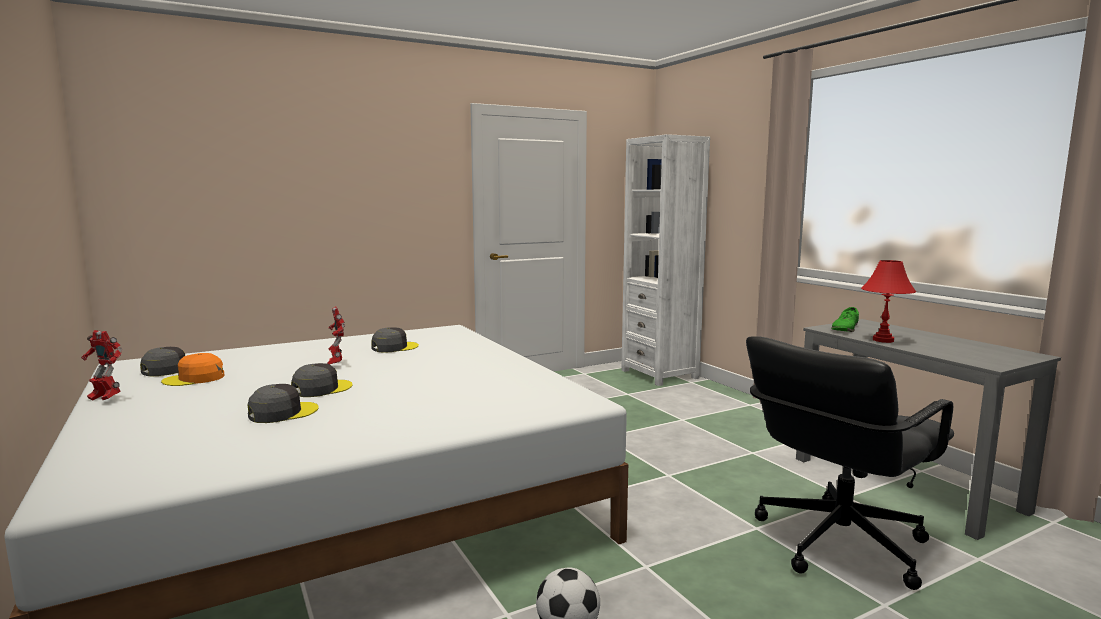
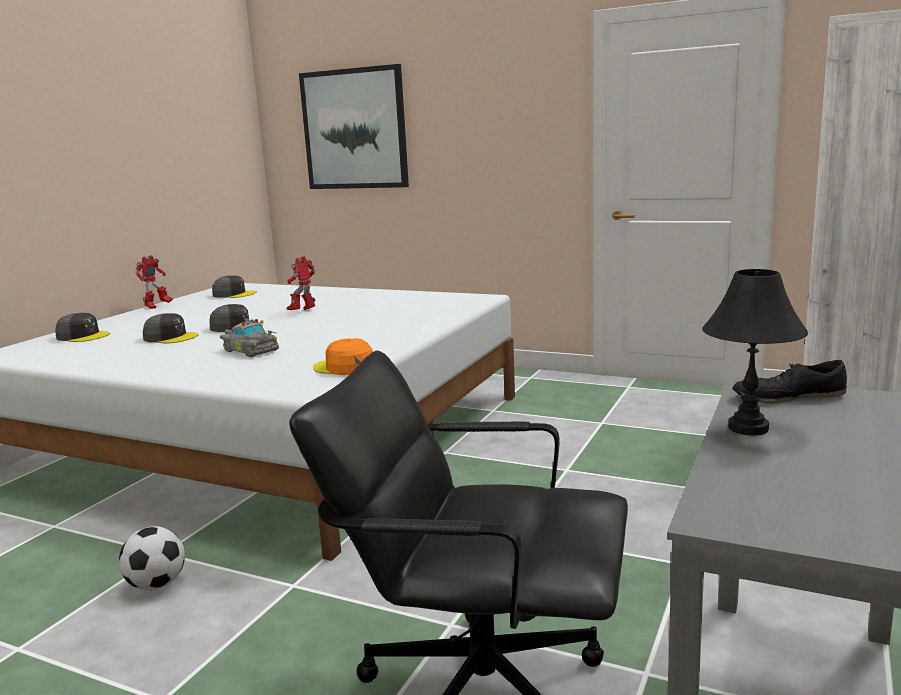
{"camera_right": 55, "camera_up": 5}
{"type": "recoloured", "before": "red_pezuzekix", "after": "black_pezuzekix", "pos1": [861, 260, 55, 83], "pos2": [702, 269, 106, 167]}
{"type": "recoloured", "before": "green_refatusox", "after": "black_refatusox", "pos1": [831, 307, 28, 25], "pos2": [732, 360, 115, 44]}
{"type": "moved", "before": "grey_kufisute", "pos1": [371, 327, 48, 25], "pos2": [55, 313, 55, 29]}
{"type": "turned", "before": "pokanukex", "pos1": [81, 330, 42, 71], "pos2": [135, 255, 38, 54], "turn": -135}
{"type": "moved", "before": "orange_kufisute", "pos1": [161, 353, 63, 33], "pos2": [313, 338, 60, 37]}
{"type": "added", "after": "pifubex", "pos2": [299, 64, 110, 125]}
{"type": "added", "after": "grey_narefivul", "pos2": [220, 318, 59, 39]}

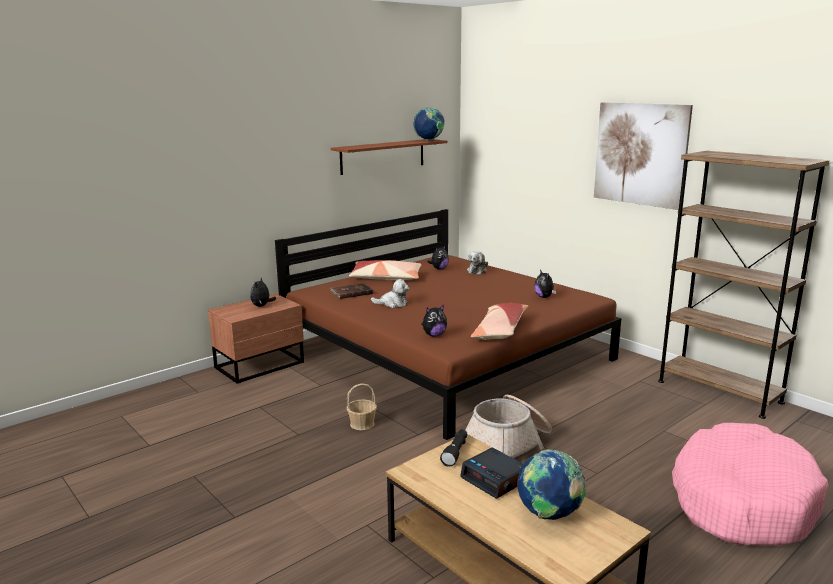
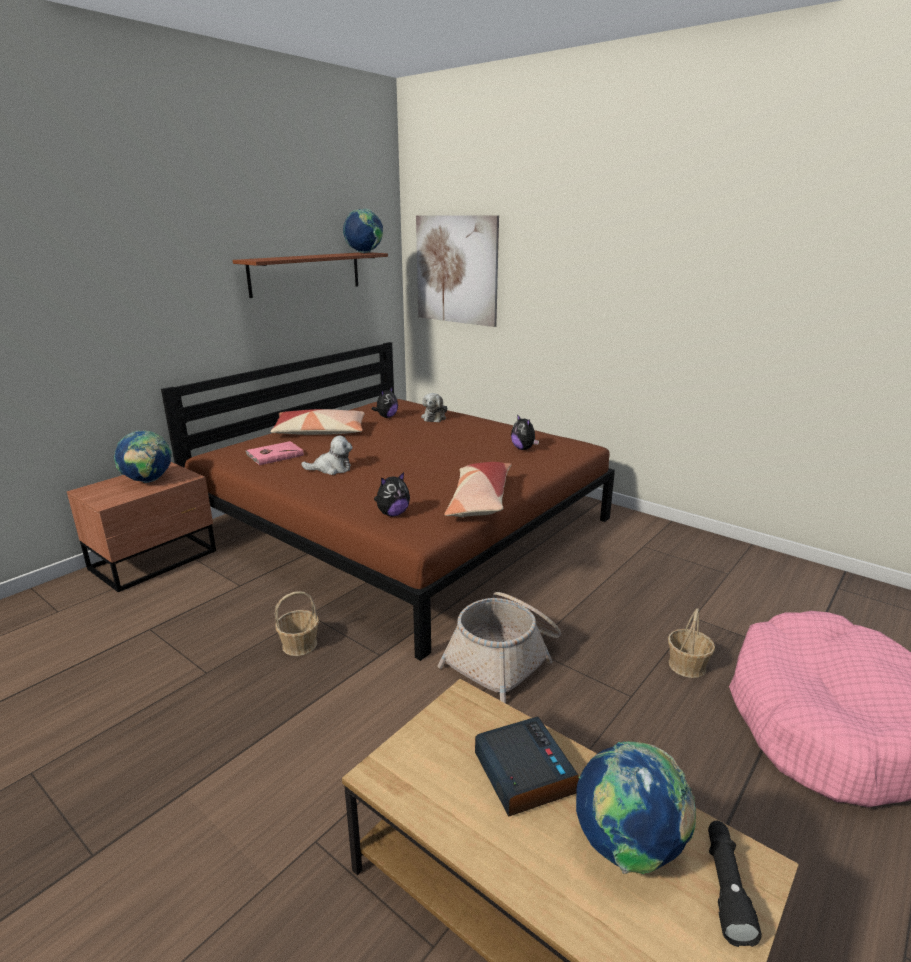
{"camera_right": -10, "camera_up": 5}
{"type": "moved", "before": "pifubex", "pos1": [594, 102, 99, 108], "pos2": [416, 215, 83, 112]}
{"type": "removed", "before": "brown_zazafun", "pos1": [658, 151, 171, 268]}
{"type": "replaced", "before": "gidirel", "after": "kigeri", "pos1": [250, 278, 26, 29], "pos2": [113, 430, 59, 53]}
{"type": "recoloured", "before": "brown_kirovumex", "after": "pink_kirovumex", "pos1": [330, 283, 43, 16], "pos2": [246, 441, 58, 24]}
{"type": "moved", "before": "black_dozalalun", "pos1": [440, 429, 28, 37], "pos2": [708, 821, 54, 126]}
{"type": "turned", "before": "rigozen", "pos1": [460, 447, 63, 52], "pos2": [475, 716, 104, 101], "turn": -150}
{"type": "added", "after": "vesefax", "pos2": [668, 608, 47, 70]}

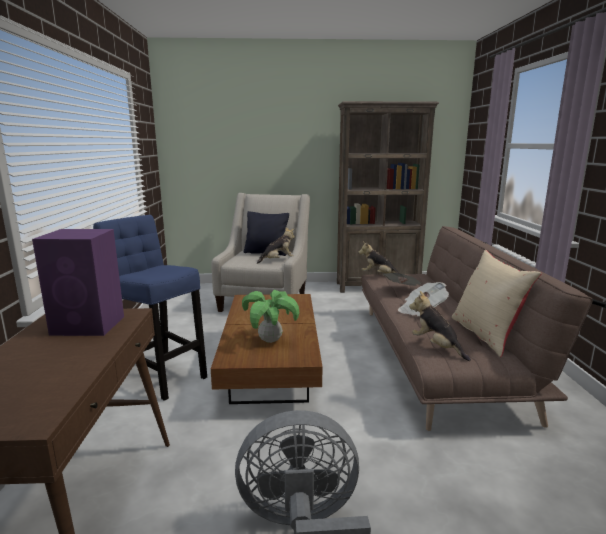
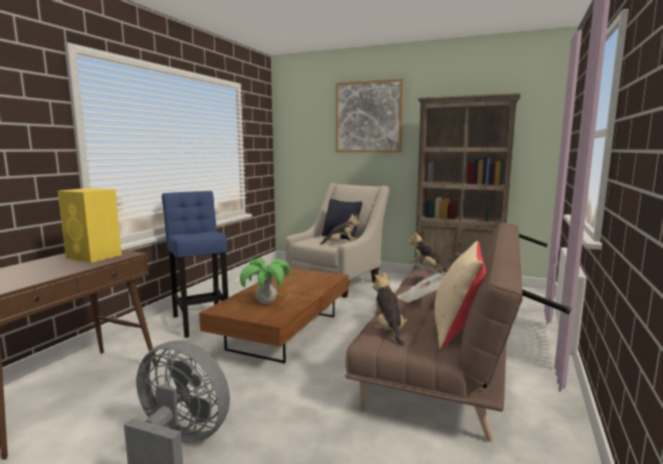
{"camera_right": 25, "camera_up": -5}
{"type": "recoloured", "before": "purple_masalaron", "after": "yellow_masalaron", "pos1": [32, 229, 92, 107], "pos2": [58, 188, 64, 75]}
{"type": "added", "after": "pifubex", "pos2": [336, 78, 68, 74]}

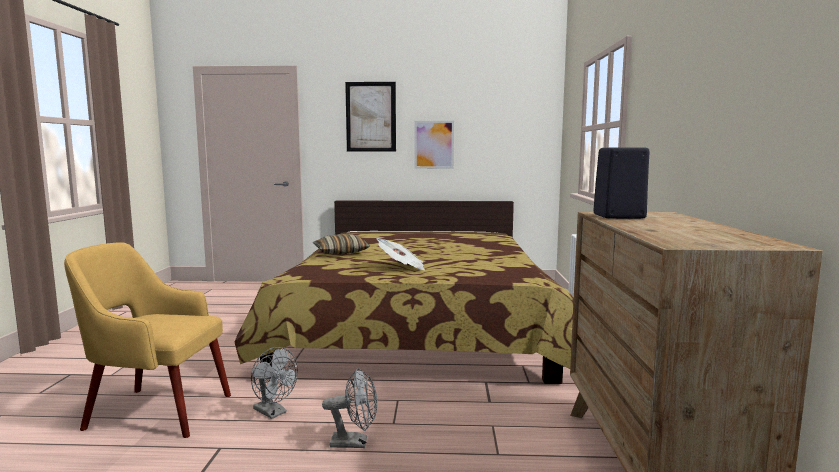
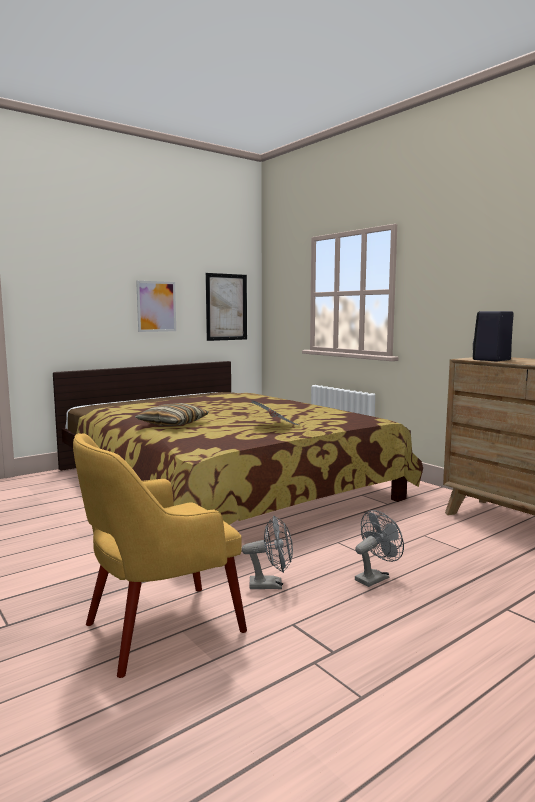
{"camera_right": -40, "camera_up": 0}
{"type": "moved", "before": "pifubex", "pos1": [345, 82, 51, 70], "pos2": [206, 273, 41, 68]}

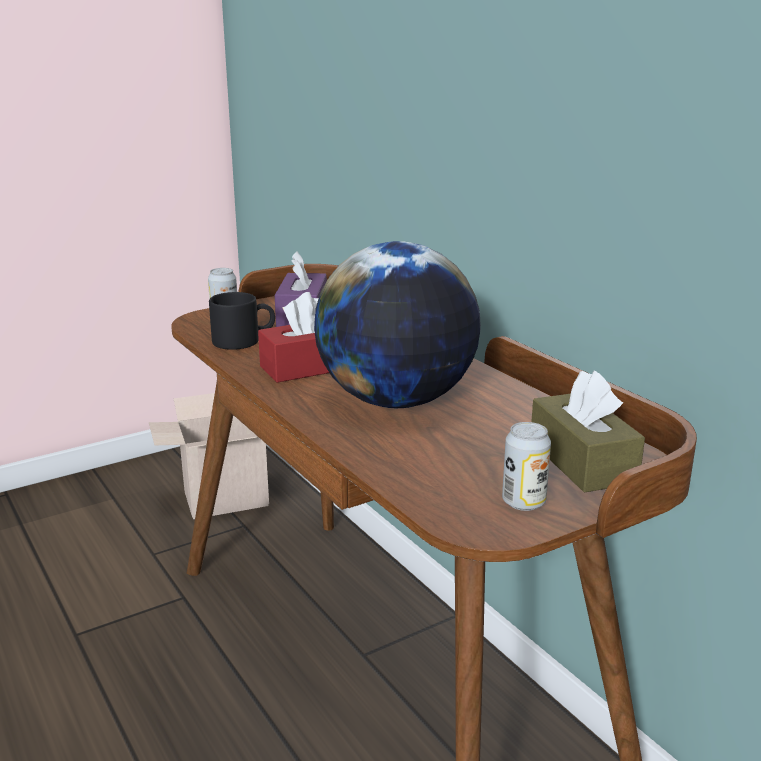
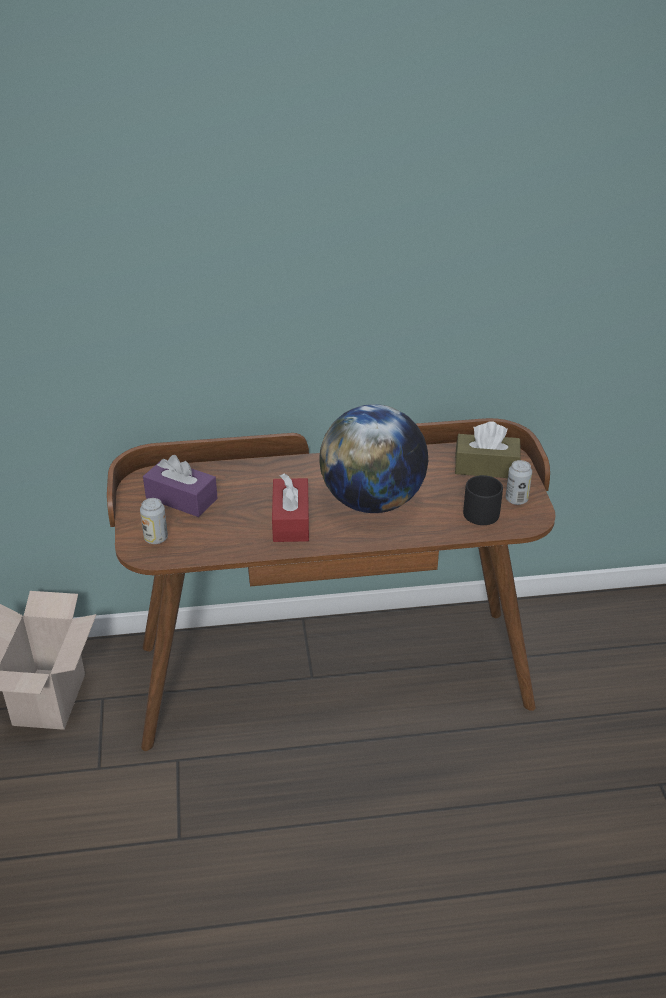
{"camera_right": -65, "camera_up": 15}
{"type": "moved", "before": "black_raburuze", "pos1": [209, 292, 66, 58], "pos2": [463, 475, 40, 50]}

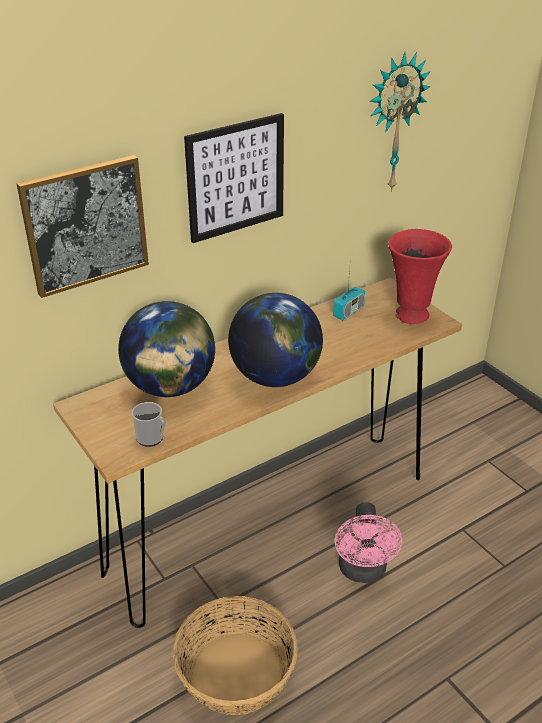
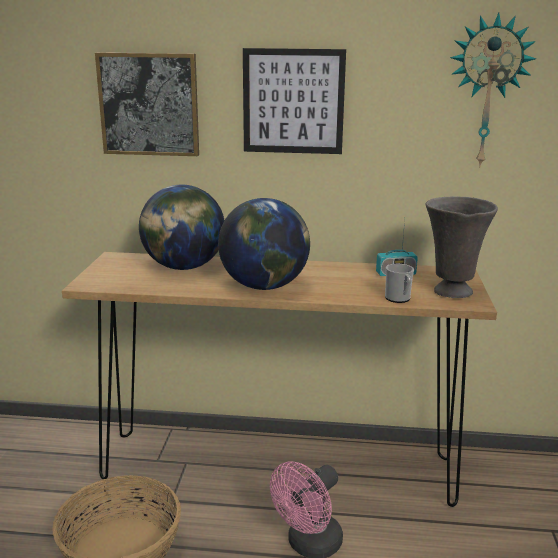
{"camera_right": 40, "camera_up": -15}
{"type": "recoloured", "before": "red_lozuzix", "after": "grey_lozuzix", "pos1": [388, 229, 64, 95], "pos2": [426, 197, 72, 101]}
{"type": "moved", "before": "raburuze", "pos1": [132, 402, 34, 45], "pos2": [385, 264, 29, 39]}

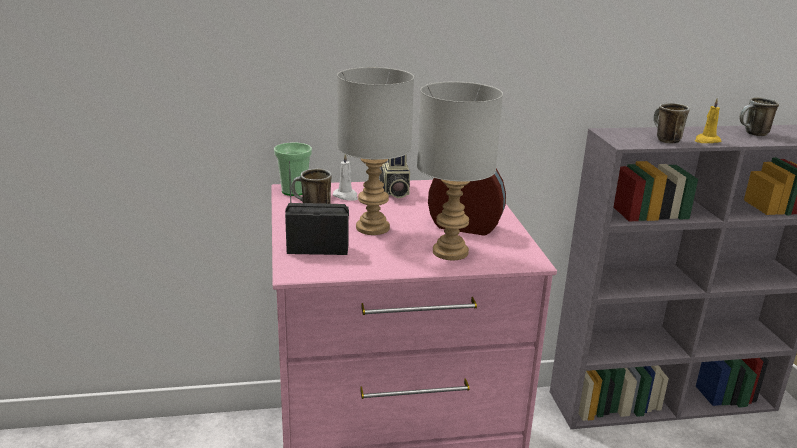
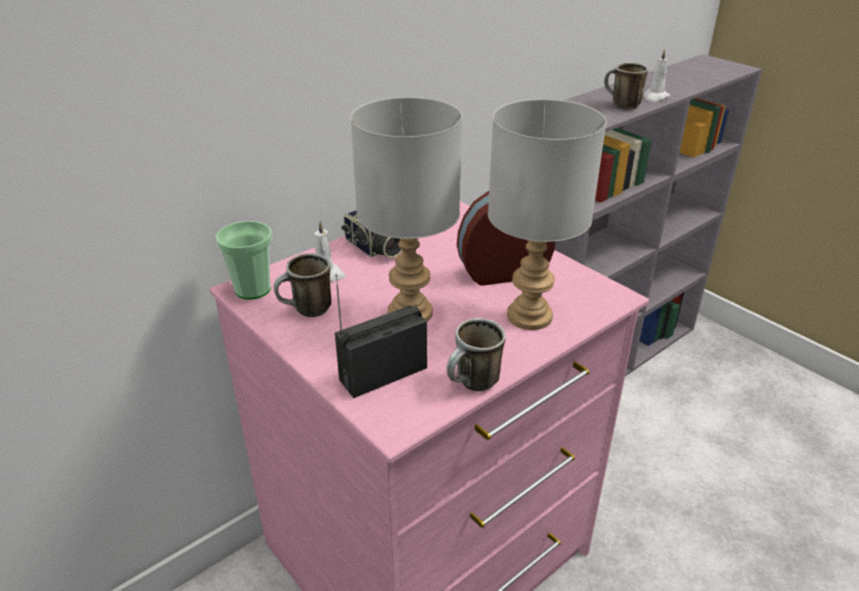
{"camera_right": -30, "camera_up": 10}
{"type": "moved", "before": "raburuze", "pos1": [740, 97, 39, 39], "pos2": [446, 318, 60, 73]}
{"type": "recoloured", "before": "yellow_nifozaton", "after": "white_nifozaton", "pos1": [695, 99, 26, 44], "pos2": [643, 49, 27, 52]}

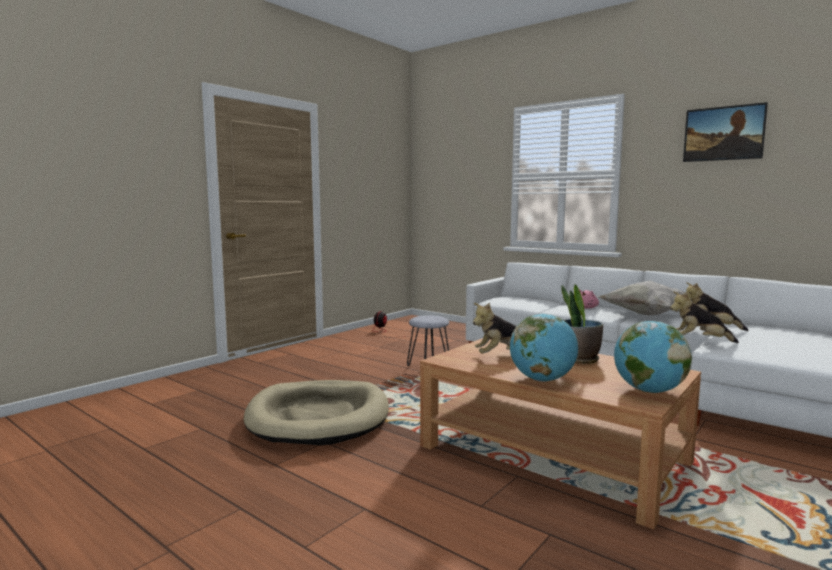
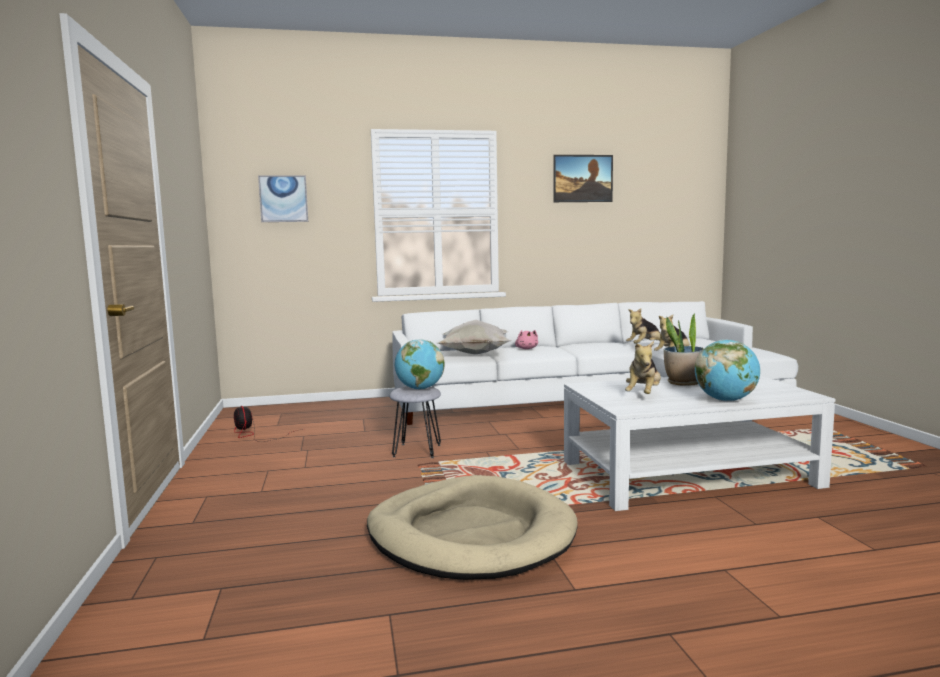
{"camera_right": -50, "camera_up": 0}
{"type": "moved", "before": "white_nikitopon", "pos1": [596, 280, 96, 36], "pos2": [438, 320, 73, 35]}
{"type": "moved", "before": "kigeri", "pos1": [614, 321, 78, 72], "pos2": [395, 339, 50, 51]}
{"type": "recoloured", "before": "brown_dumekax", "after": "white_dumekax", "pos1": [420, 338, 281, 191], "pos2": [564, 376, 271, 135]}
{"type": "added", "after": "pifubex", "pos2": [258, 175, 50, 47]}

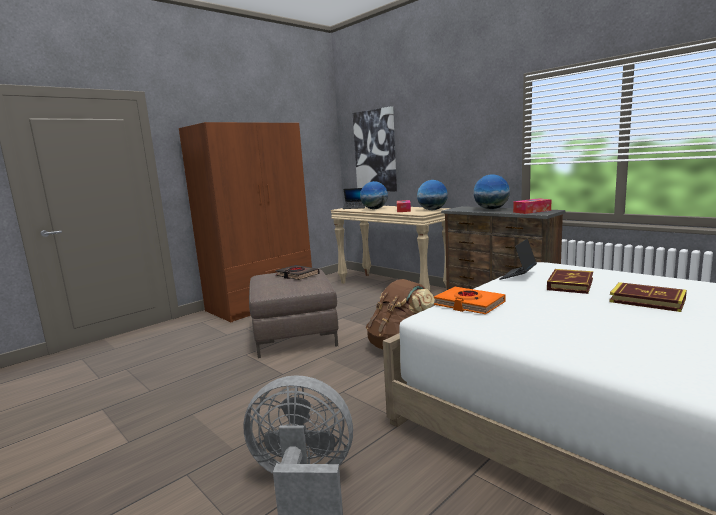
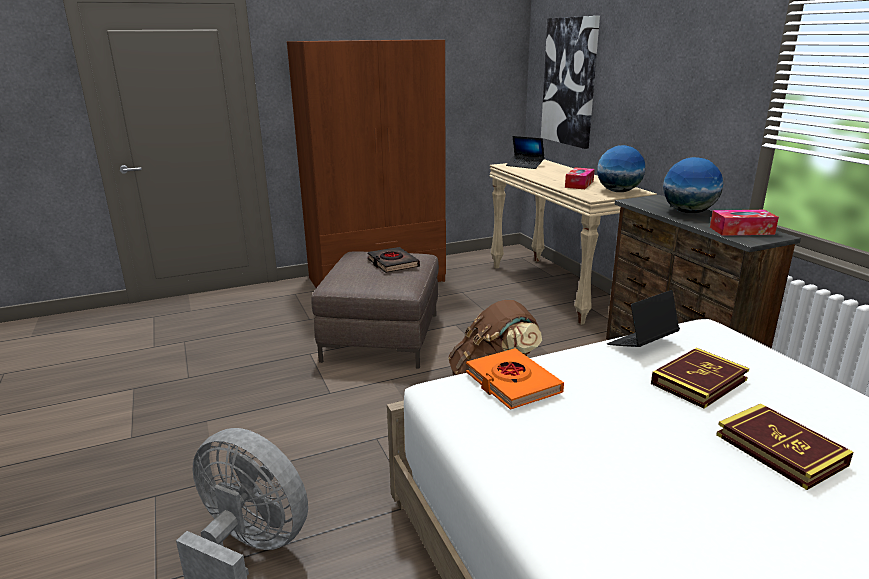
{"camera_right": 20, "camera_up": 10}
{"type": "removed", "before": "kigeri", "pos1": [360, 181, 28, 28]}

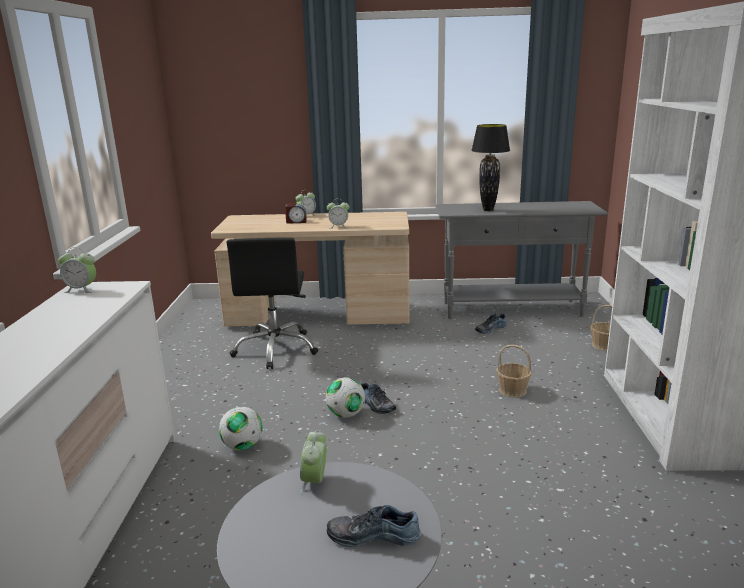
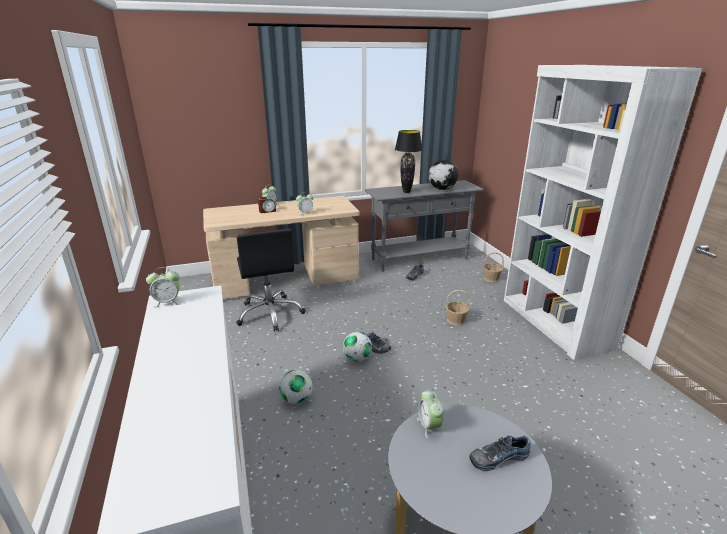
{"camera_right": -20, "camera_up": 5}
{"type": "added", "after": "kigeri", "pos2": [428, 160, 30, 30]}

